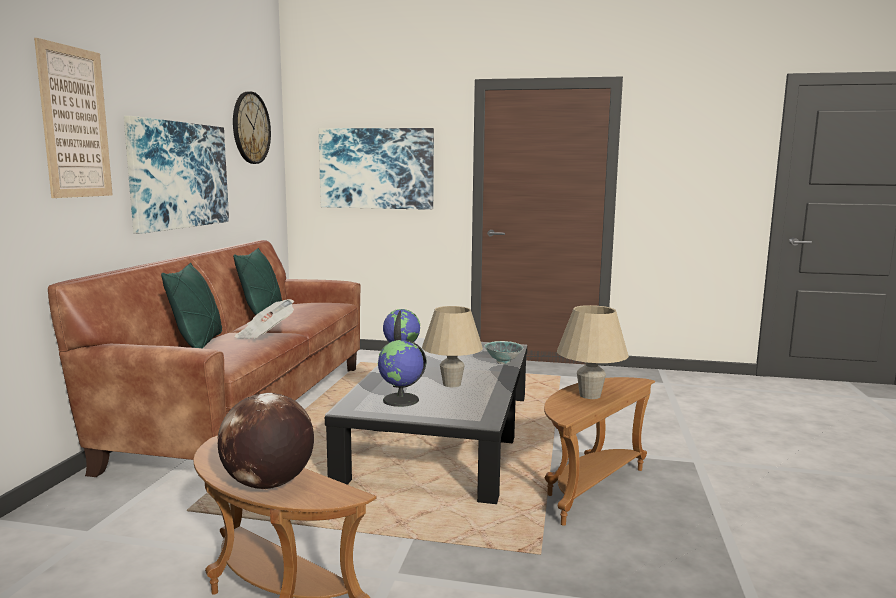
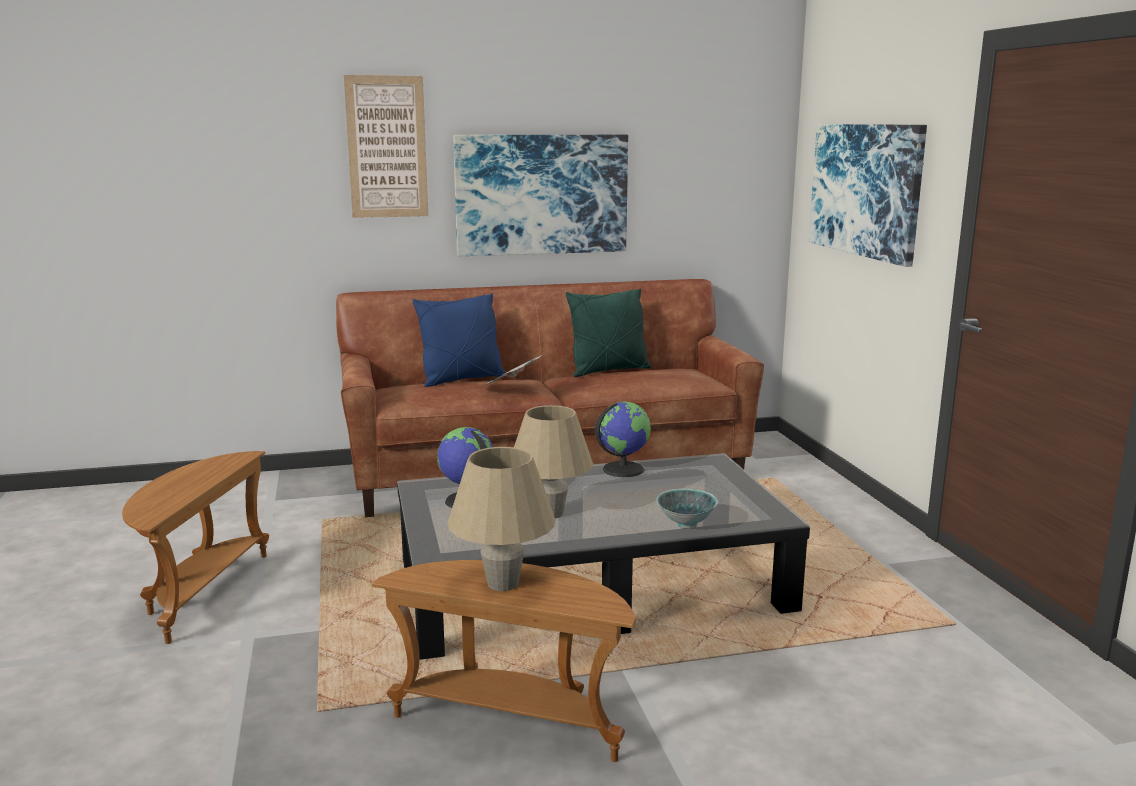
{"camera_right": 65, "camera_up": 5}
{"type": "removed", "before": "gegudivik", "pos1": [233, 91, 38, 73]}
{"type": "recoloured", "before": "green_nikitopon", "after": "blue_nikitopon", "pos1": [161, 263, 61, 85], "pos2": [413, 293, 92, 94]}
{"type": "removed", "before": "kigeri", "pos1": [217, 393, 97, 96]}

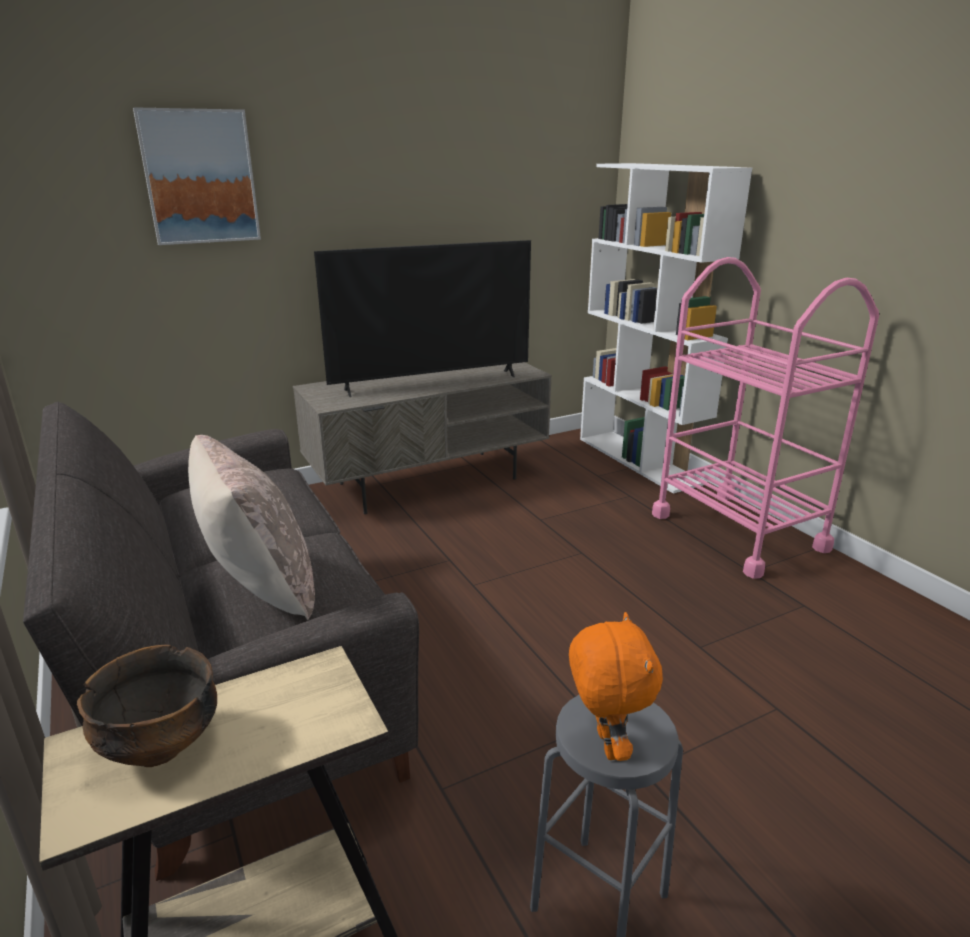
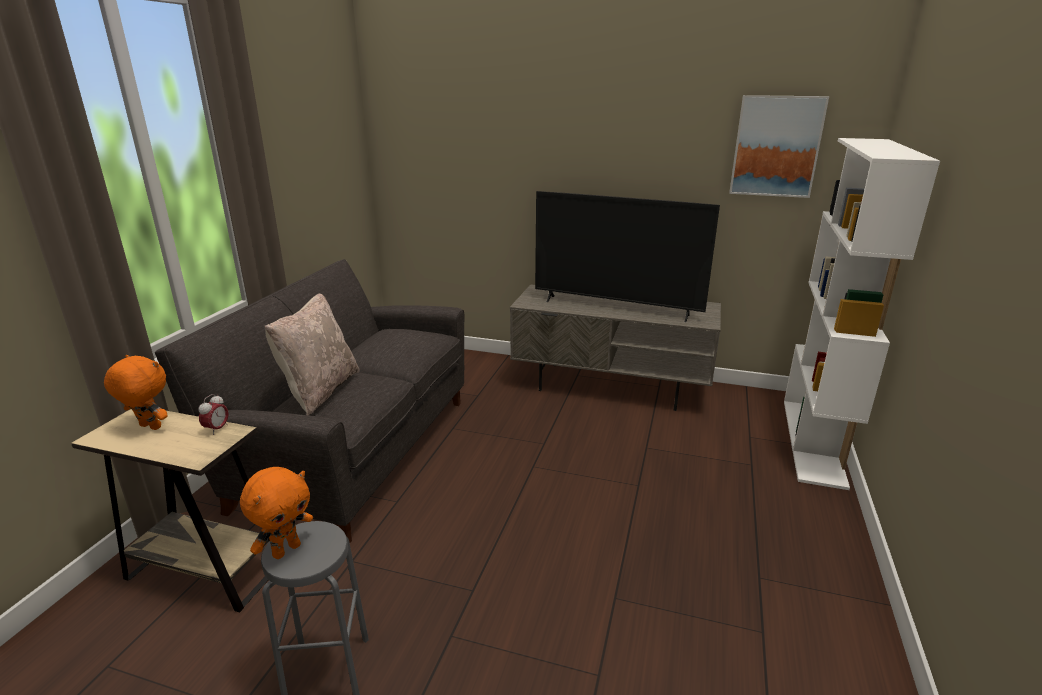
{"camera_right": 45, "camera_up": 0}
{"type": "moved", "before": "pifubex", "pos1": [133, 107, 128, 138], "pos2": [729, 95, 100, 103]}
{"type": "removed", "before": "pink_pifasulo", "pos1": [652, 257, 227, 322]}
{"type": "replaced", "before": "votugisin", "after": "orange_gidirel", "pos1": [77, 645, 140, 122], "pos2": [104, 355, 63, 75]}
{"type": "added", "after": "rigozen", "pos2": [198, 394, 31, 41]}

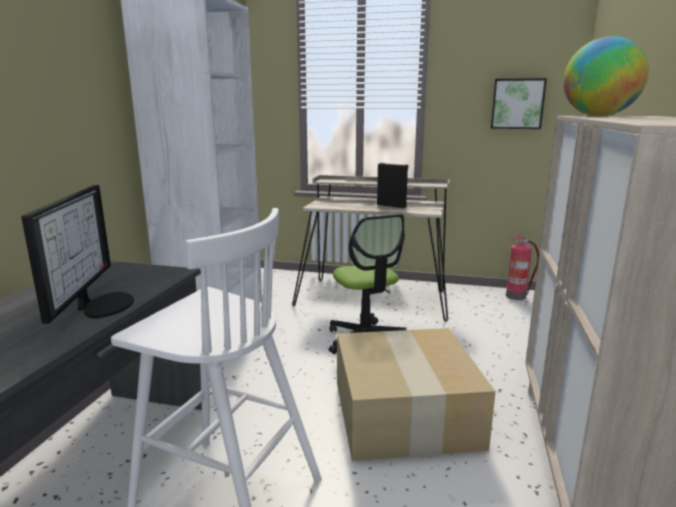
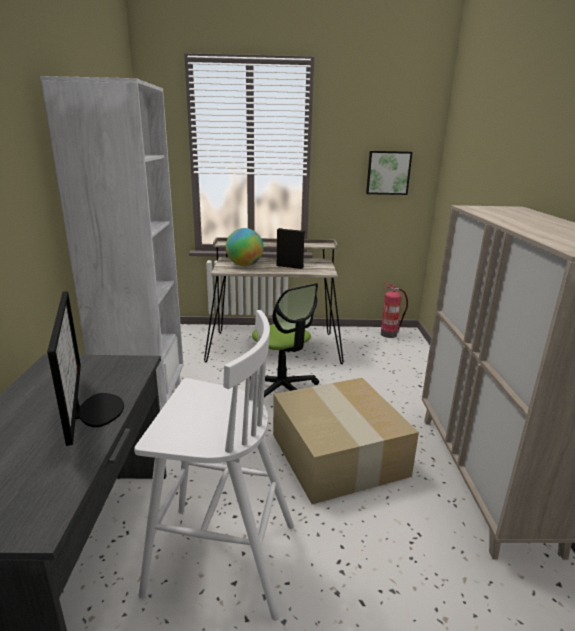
{"camera_right": -15, "camera_up": 5}
{"type": "moved", "before": "kigeri", "pos1": [563, 36, 86, 80], "pos2": [226, 228, 38, 38]}

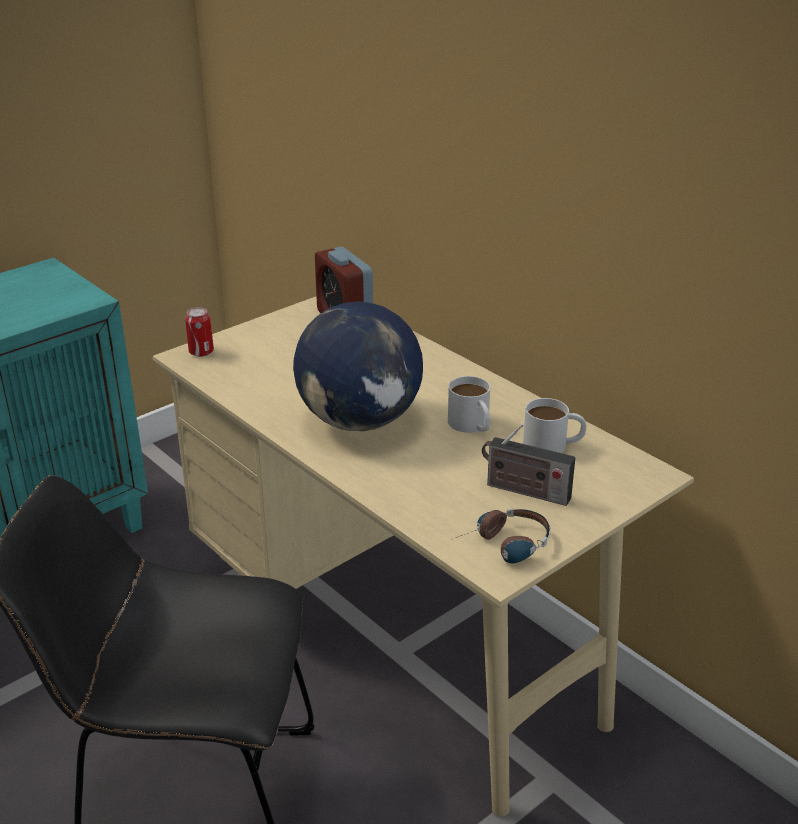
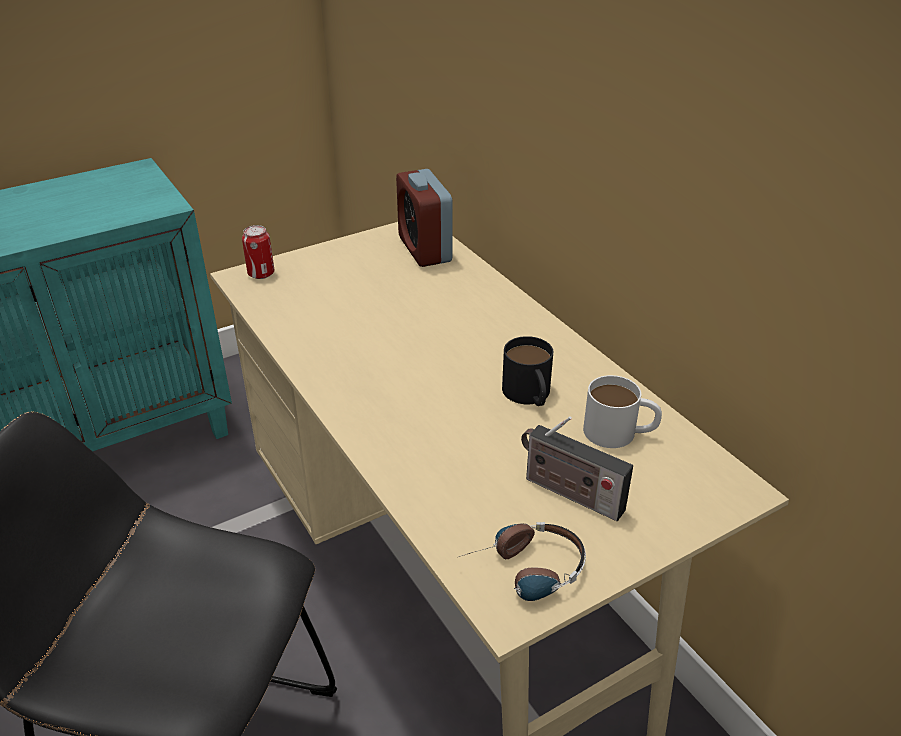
{"camera_right": 10, "camera_up": 5}
{"type": "removed", "before": "kigeri", "pos1": [293, 301, 130, 130]}
{"type": "recoloured", "before": "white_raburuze", "after": "black_raburuze", "pos1": [448, 376, 42, 57], "pos2": [502, 336, 51, 70]}

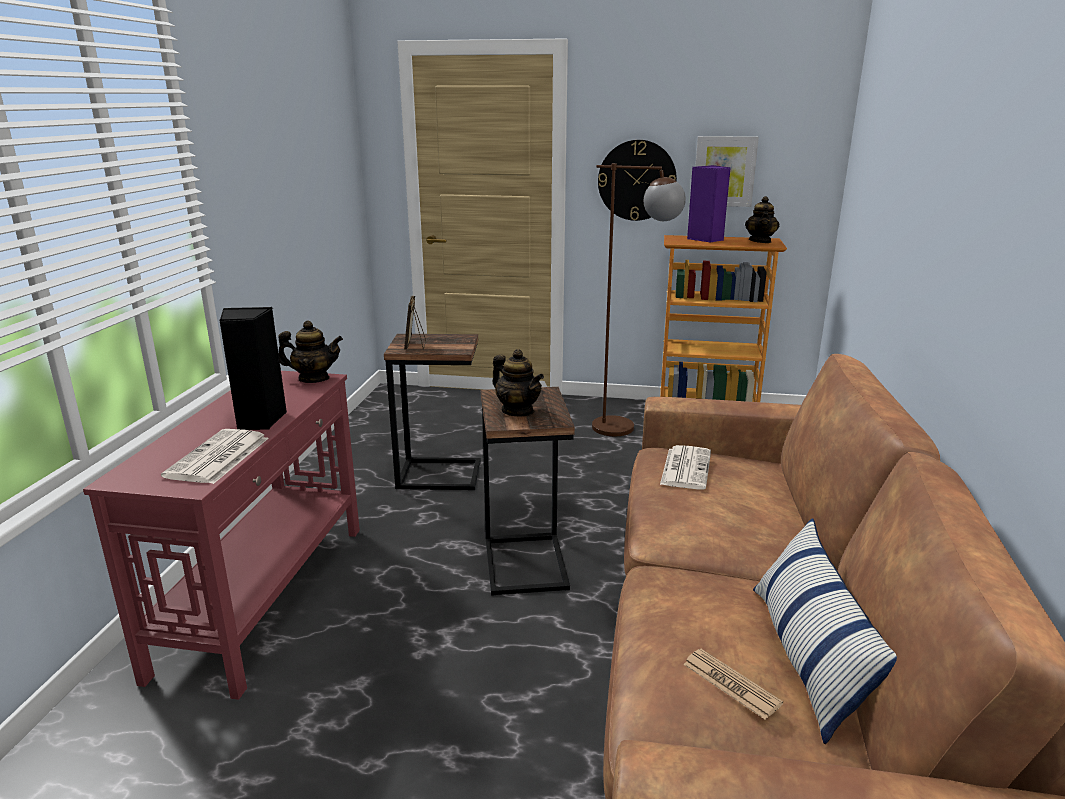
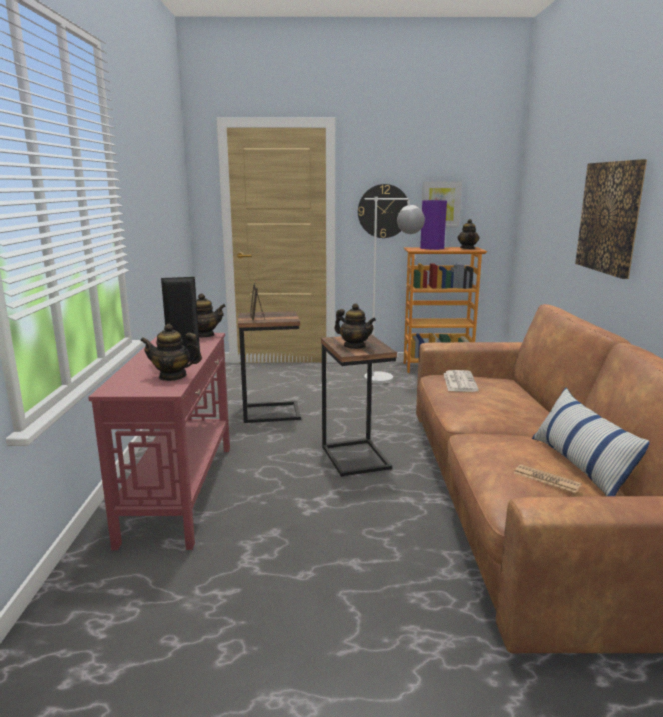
{"camera_right": -10, "camera_up": -5}
{"type": "recoloured", "before": "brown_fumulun", "after": "white_fumulun", "pos1": [592, 163, 94, 273], "pos2": [364, 197, 61, 187]}
{"type": "replaced", "before": "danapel", "after": "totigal", "pos1": [161, 429, 108, 55], "pos2": [140, 324, 62, 57]}
{"type": "added", "after": "pifubex", "pos2": [575, 159, 72, 120]}

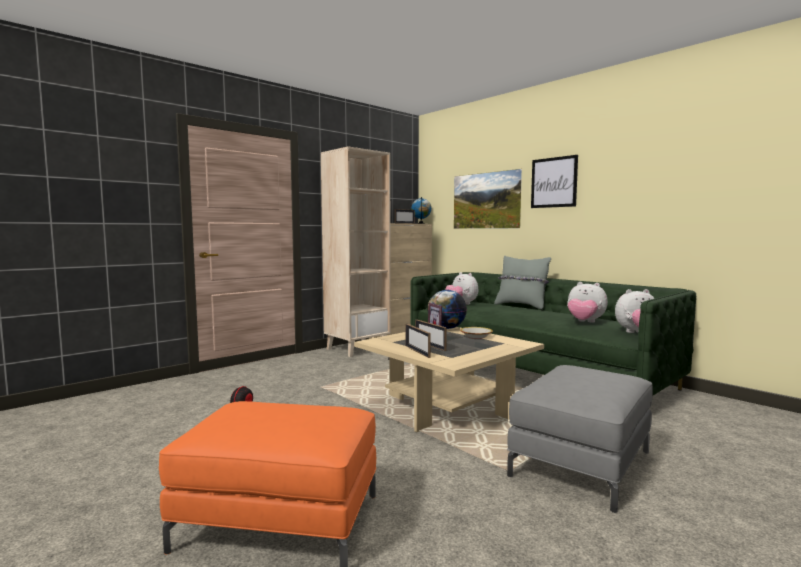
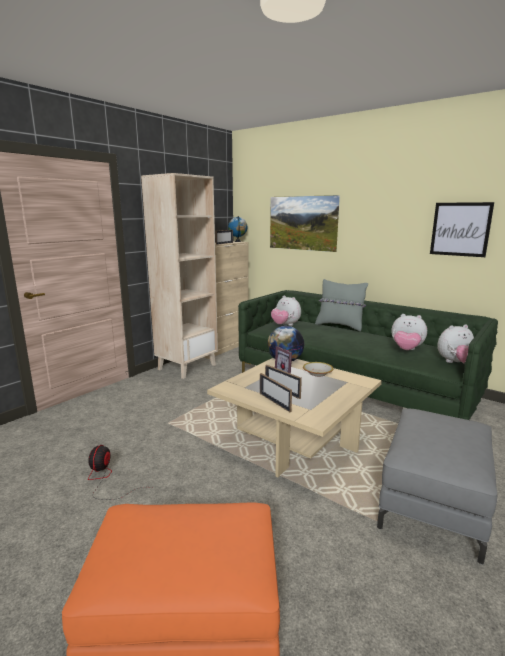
{"camera_right": -10, "camera_up": 10}
{"type": "moved", "before": "pifubex", "pos1": [531, 155, 47, 53], "pos2": [430, 202, 64, 55]}

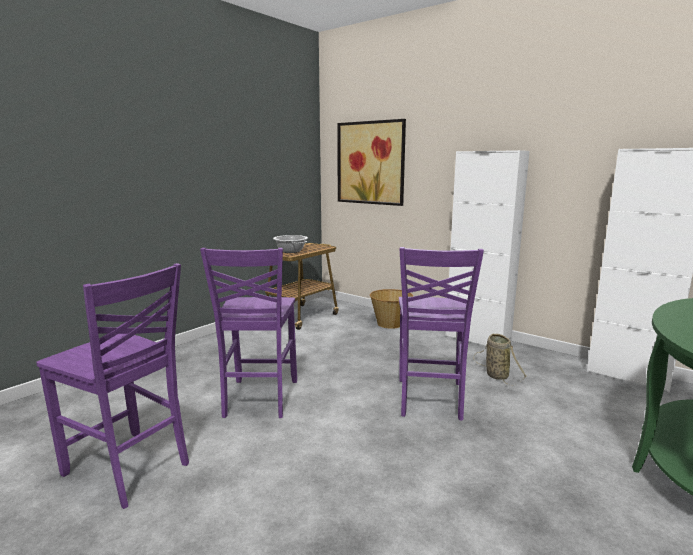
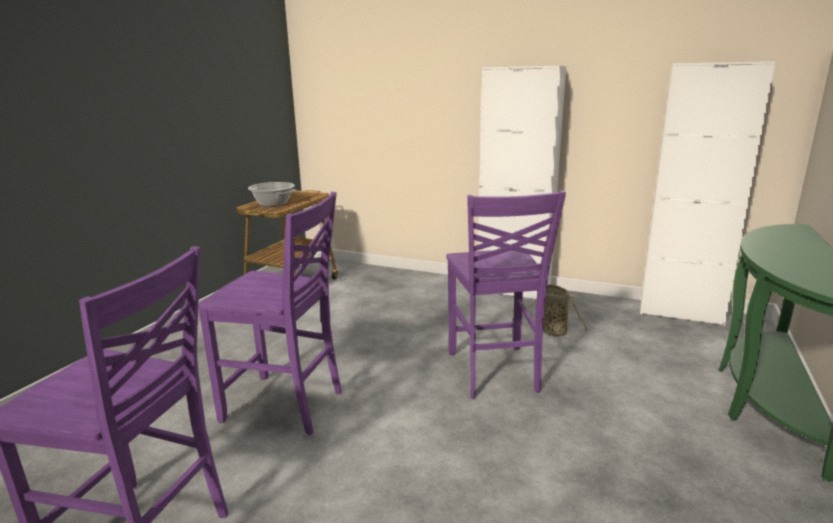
{"camera_right": -15, "camera_up": 5}
{"type": "removed", "before": "pifubex", "pos1": [337, 119, 69, 87]}
{"type": "turned", "before": "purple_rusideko", "pos1": [200, 248, 97, 170], "pos2": [198, 192, 144, 243], "turn": -60}
{"type": "removed", "before": "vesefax", "pos1": [370, 289, 43, 40]}

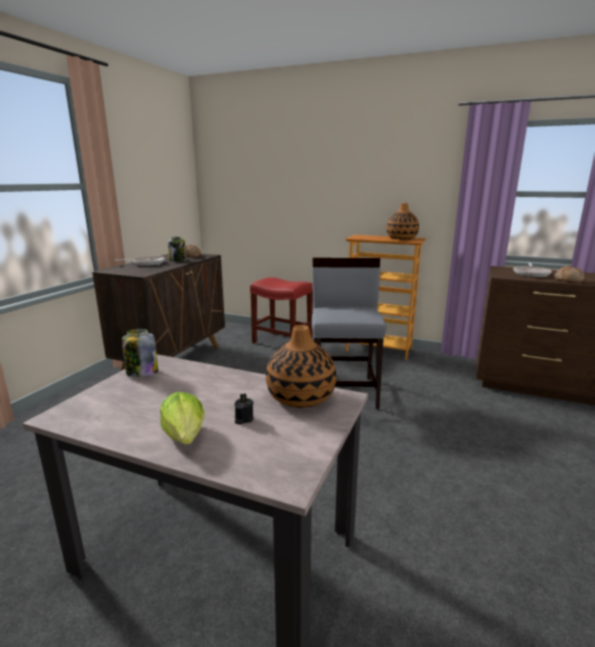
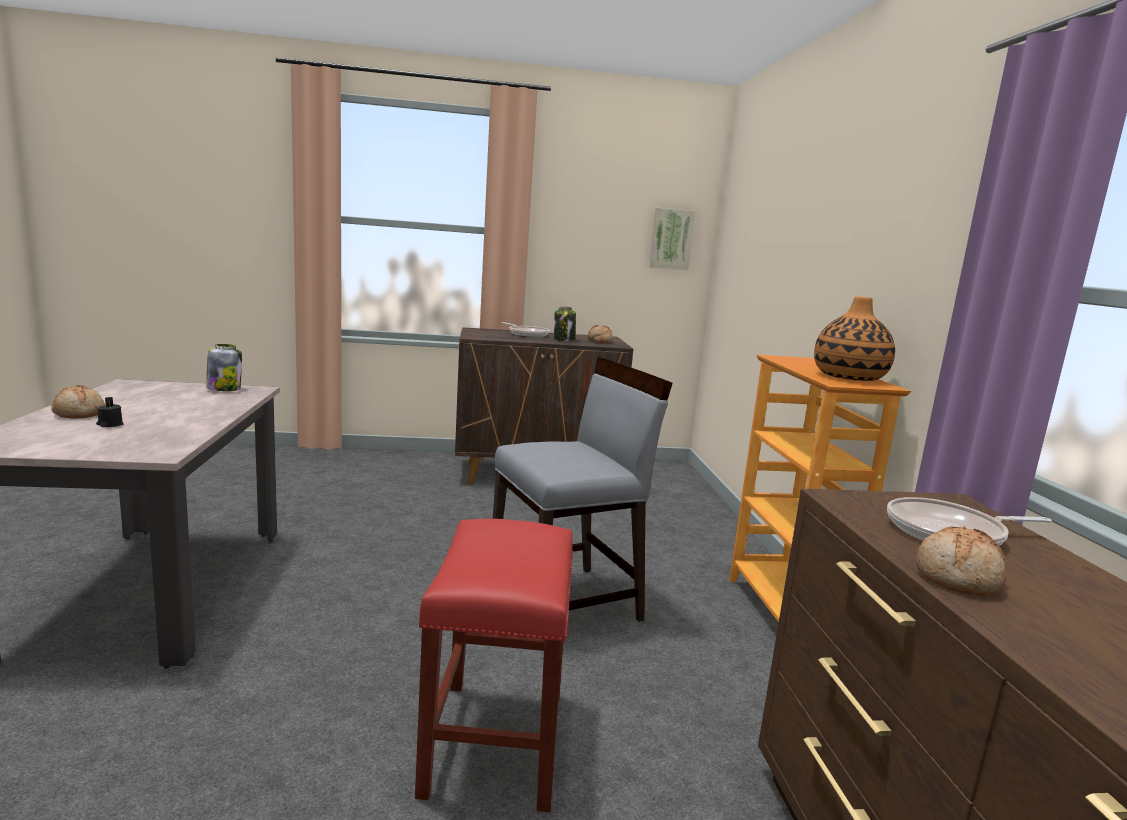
{"camera_right": 60, "camera_up": -5}
{"type": "moved", "before": "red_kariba", "pos1": [250, 277, 63, 67], "pos2": [415, 519, 158, 293]}
{"type": "removed", "before": "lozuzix", "pos1": [266, 325, 70, 83]}
{"type": "replaced", "before": "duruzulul", "after": "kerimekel", "pos1": [160, 392, 44, 53], "pos2": [51, 385, 54, 33]}
{"type": "added", "after": "pifubex", "pos2": [650, 208, 45, 62]}

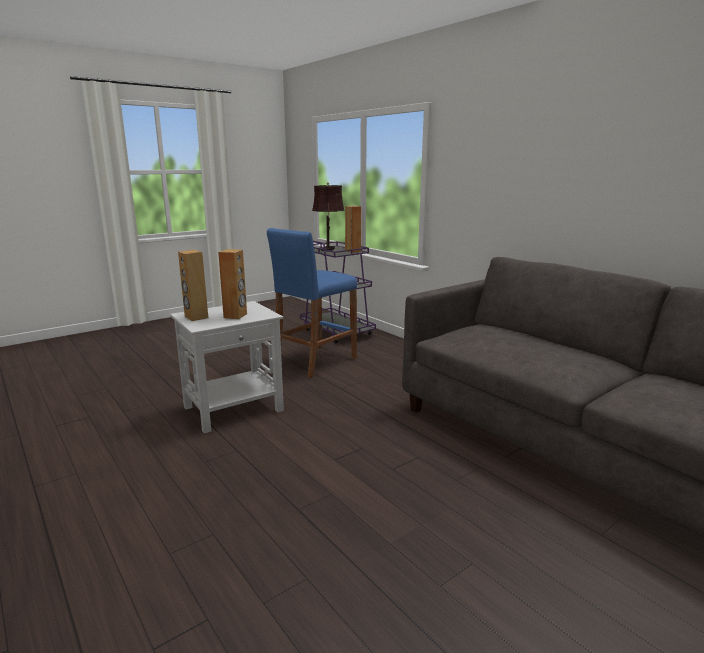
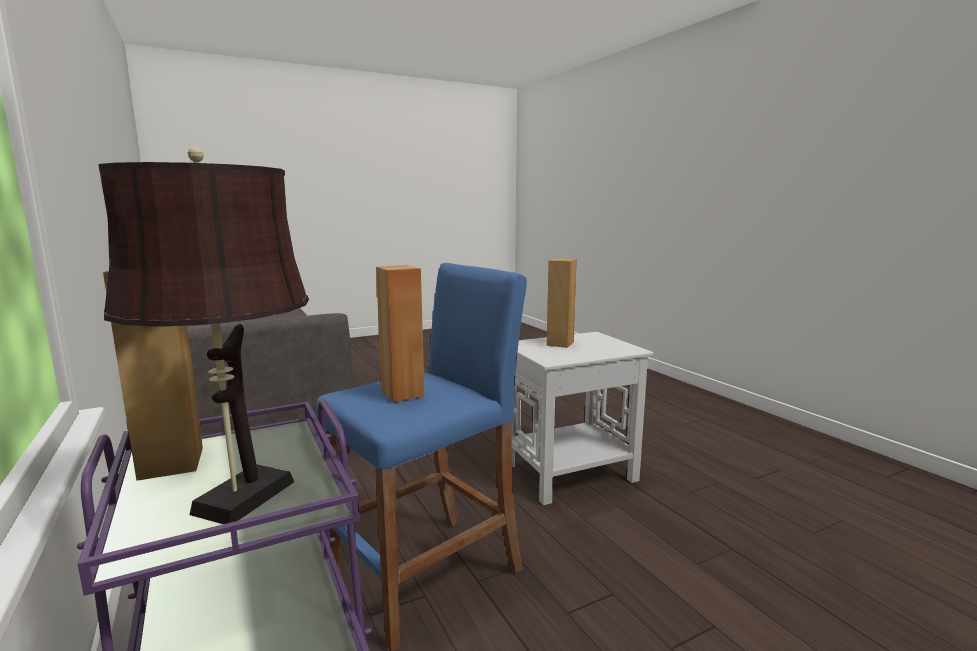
{"camera_right": -170, "camera_up": -5}
{"type": "moved", "before": "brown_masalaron", "pos1": [178, 250, 30, 71], "pos2": [376, 265, 49, 138]}

